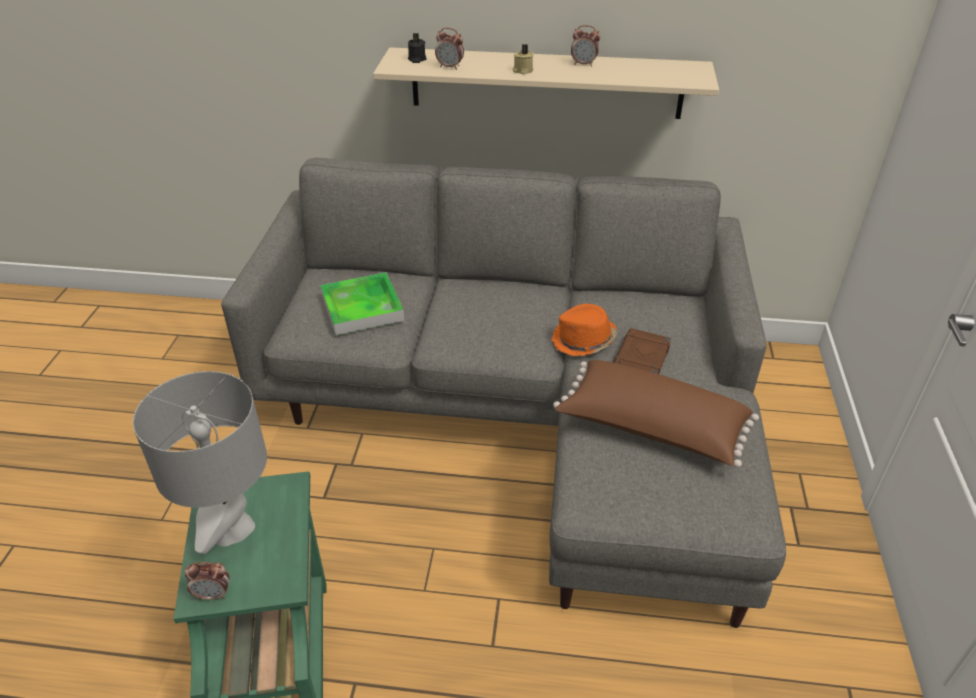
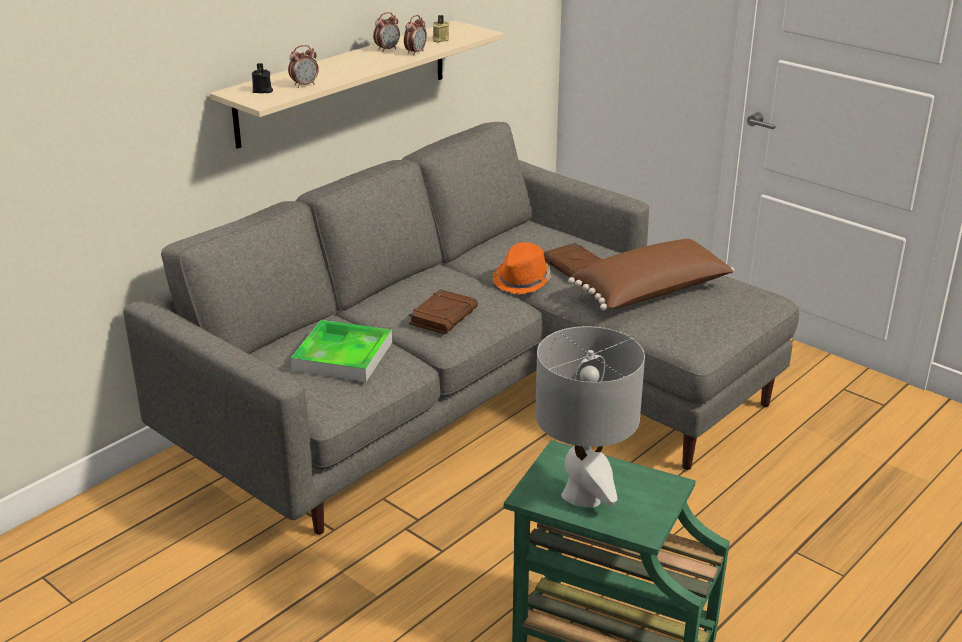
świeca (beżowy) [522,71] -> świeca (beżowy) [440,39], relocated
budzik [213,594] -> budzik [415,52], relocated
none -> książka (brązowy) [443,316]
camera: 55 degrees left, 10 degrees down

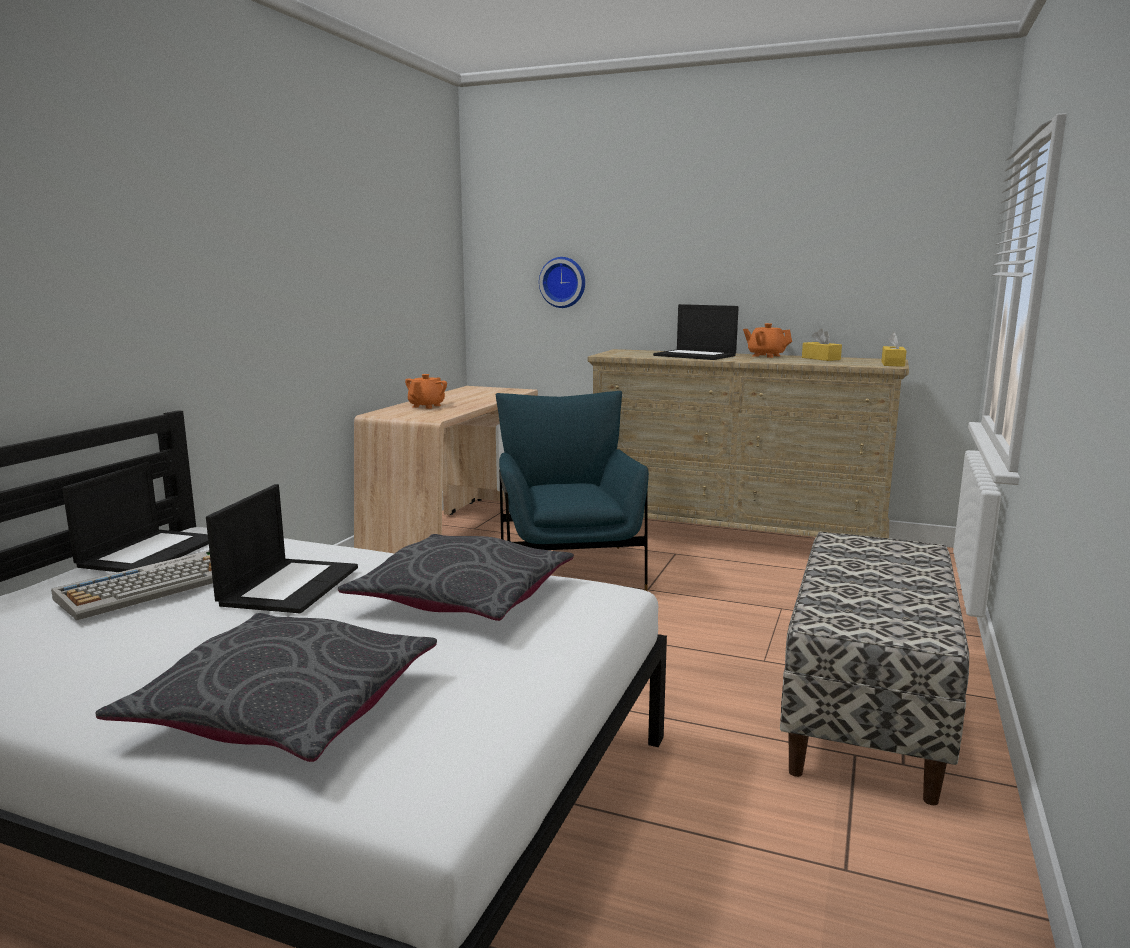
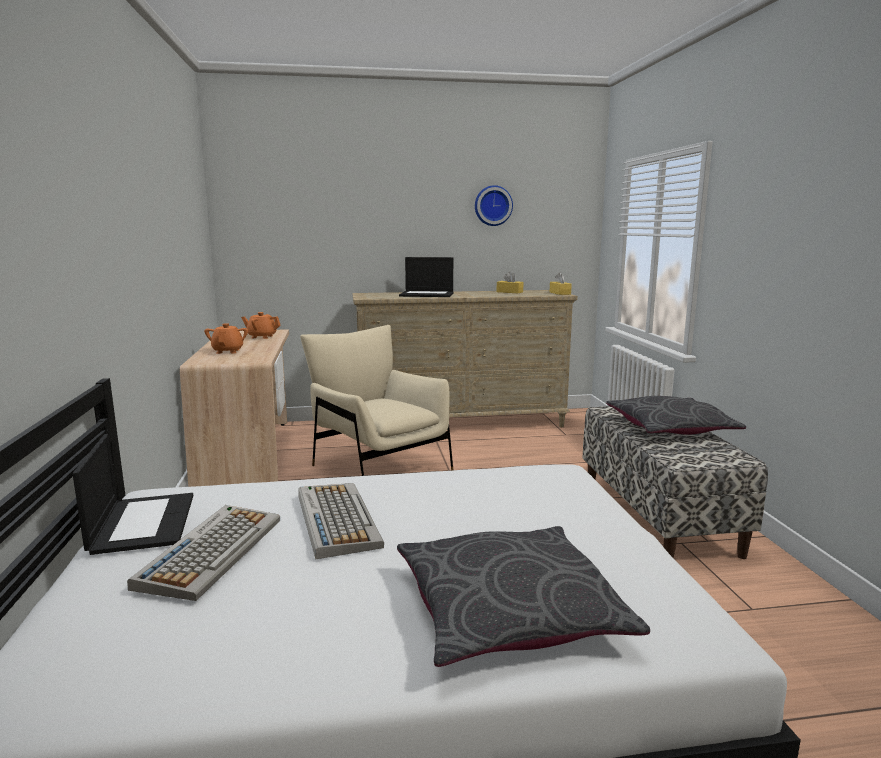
zegar ścienny [563,282] -> zegar ścienny [493,205], relocated
imbryk (pomarańczowy) [766,356] -> imbryk (pomarańczowy) [262,337], relocated
fotel (niebieski) [568,570] -> fotel (beżowy) [379,468]
laptop [289,585] -> klawiatura [336,519]
poduszka (szary) [462,597] -> poduszka (szary) [670,428], relocated
camera: 30 degrees left, 0 degrees up

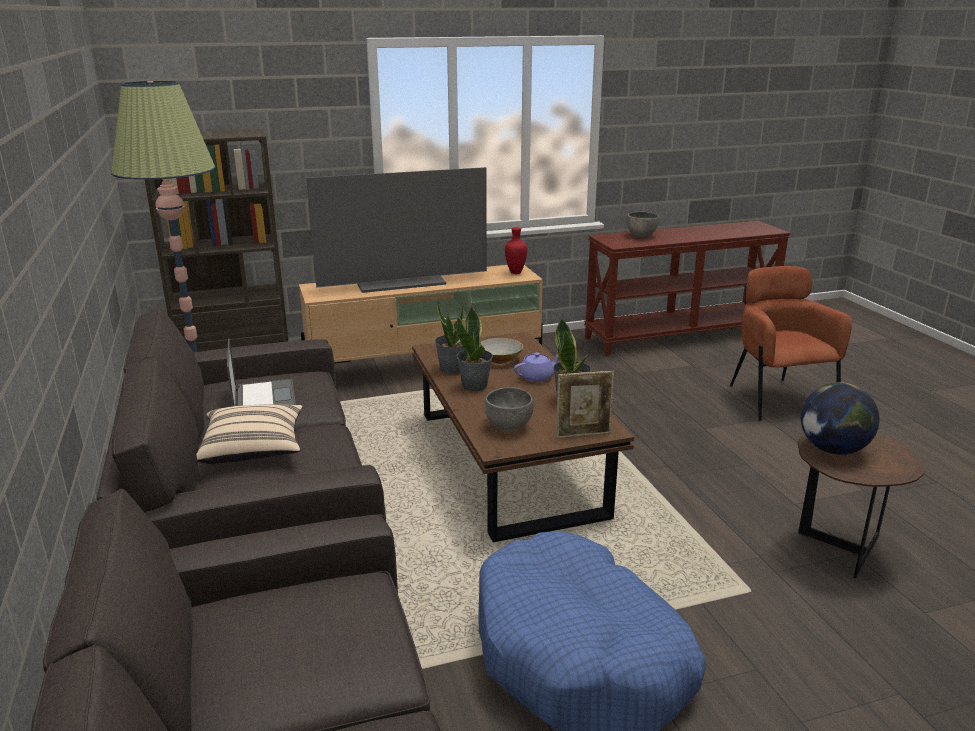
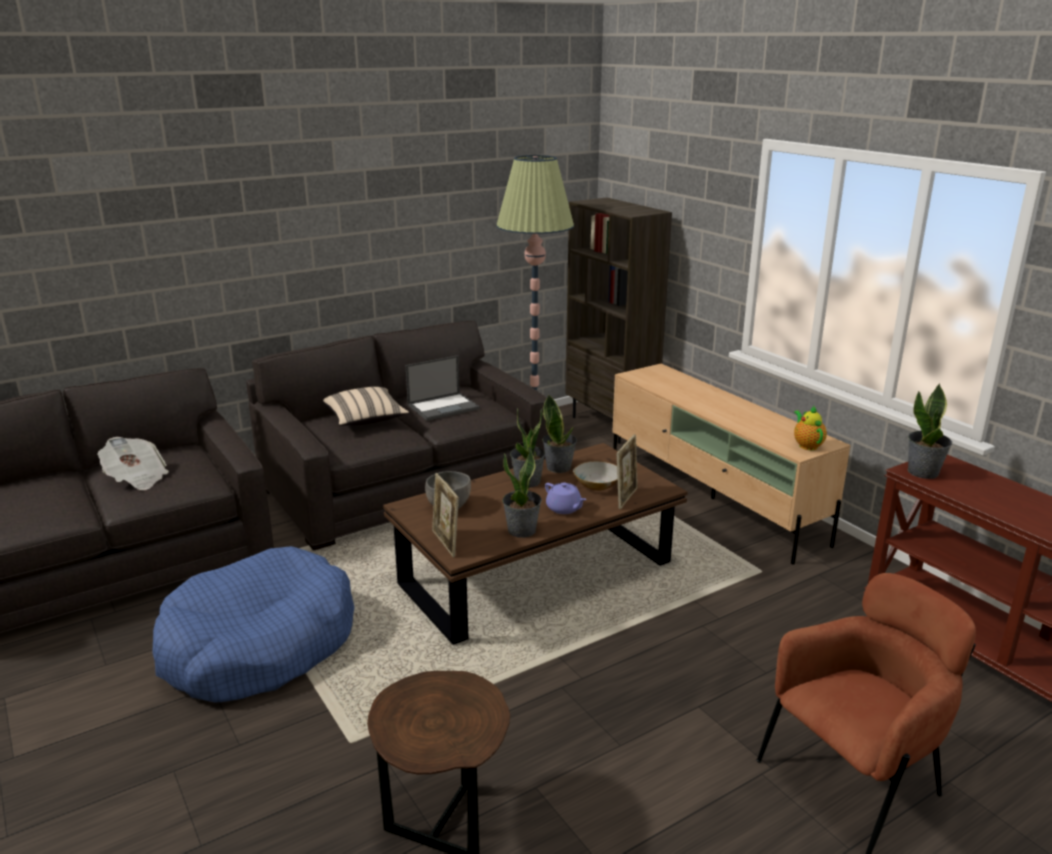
telewizor [401,282] -> none
miska (szary) [641,236] -> none
wazon (czerwony) [516,272] -> imbryk [807,445]
globus [833,450] -> none
none -> roślina doniczkowa [923,472]
none -> ramka na zdjęcie [626,498]
none -> gazeta [136,478]
camera: 75 degrees right, 0 degrees up

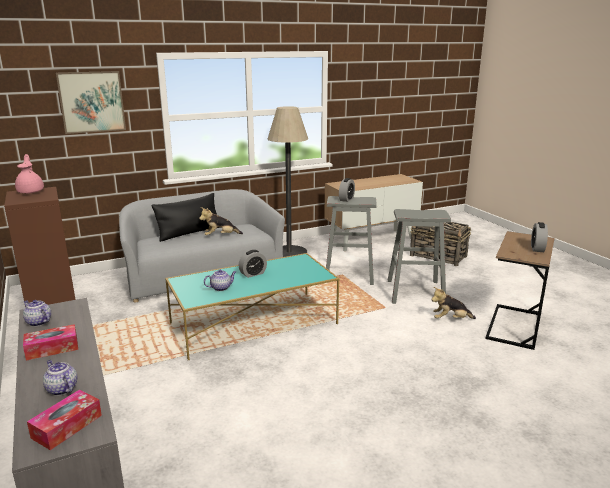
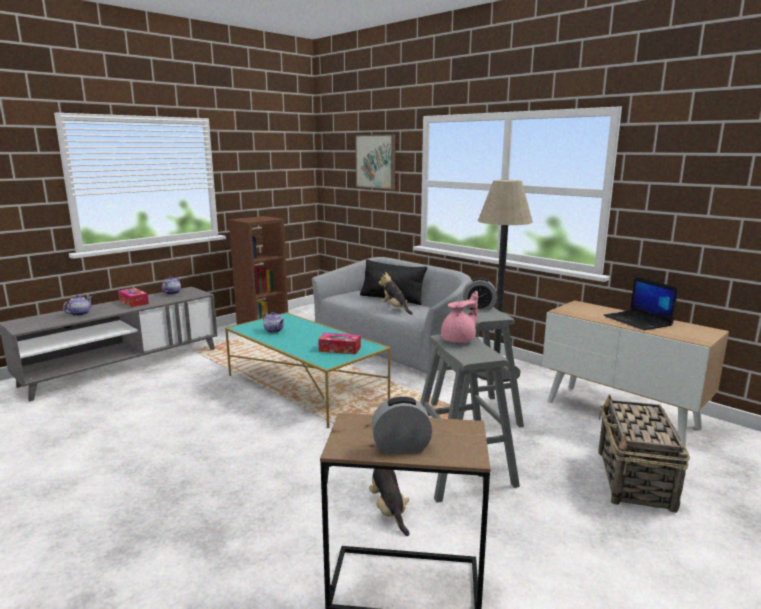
imbryk (różowy) [31,191] -> imbryk (różowy) [459,340], relocated
budzik [253,274] -> none
pudełko chusteczek [67,426] -> pudełko chusteczek [339,349], relocated
none -> laptop [638,321]
camera: 70 degrees right, 5 degrees down

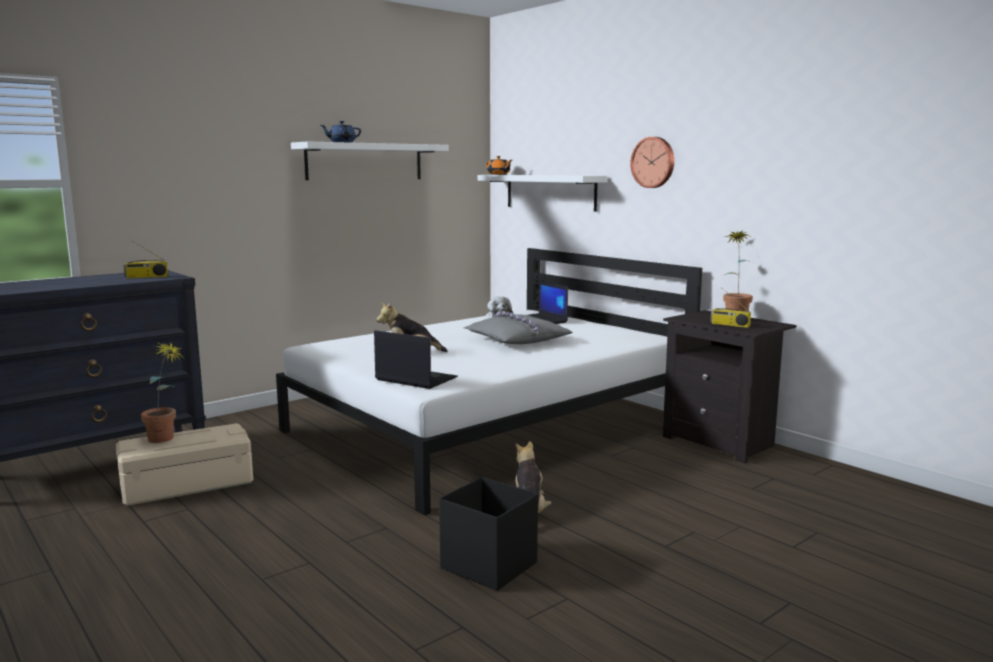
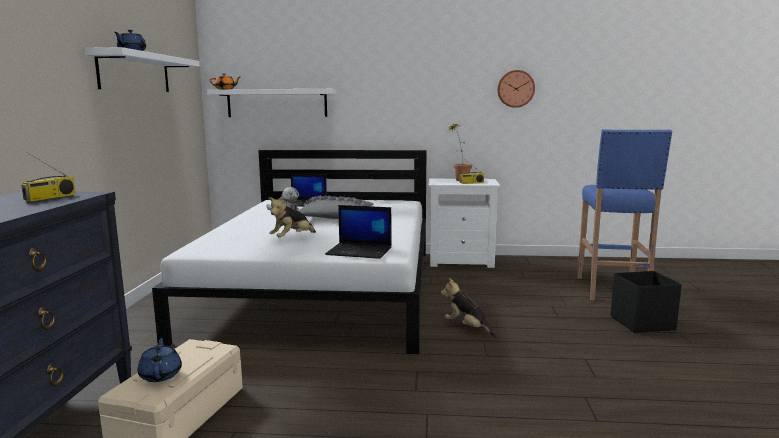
zegar ścienny [653,162] -> zegar ścienny [515,89], relocated
szafka nocna (czarny) [721,442] -> szafka nocna (biały) [461,261]
laptop [415,379] -> laptop [360,251], 150 degrees counterclockwise
roślina doniczkowa [166,440] -> imbryk (niebieski) [161,375]
pojemnik do przechowywania (czarny) [488,565] -> pojemnik do przechowywania (czarny) [641,323], relocated
none -> stołek (niebieski) [612,290]
camera: 45 degrees left, 0 degrees up

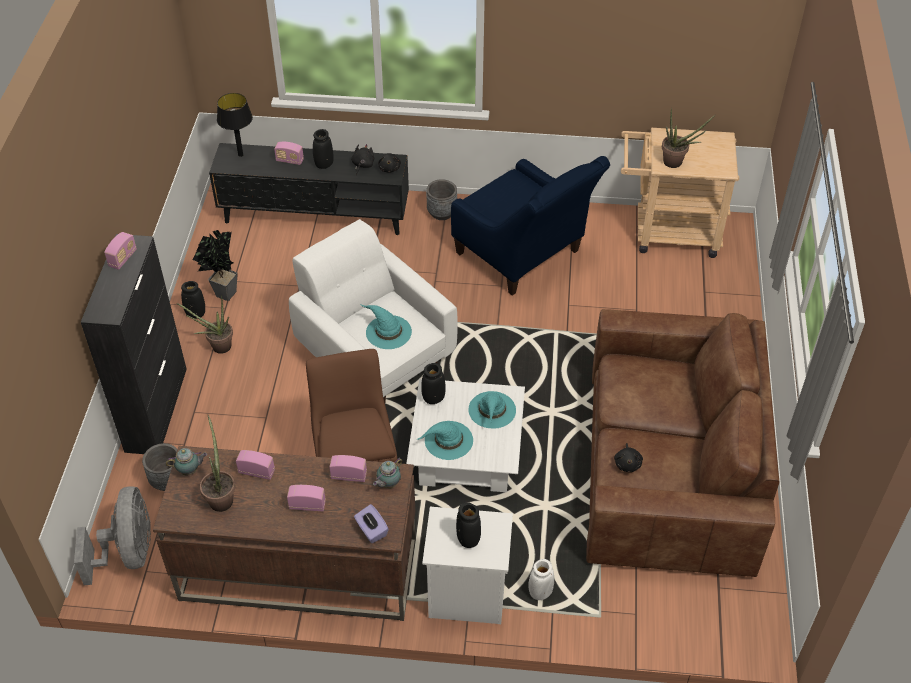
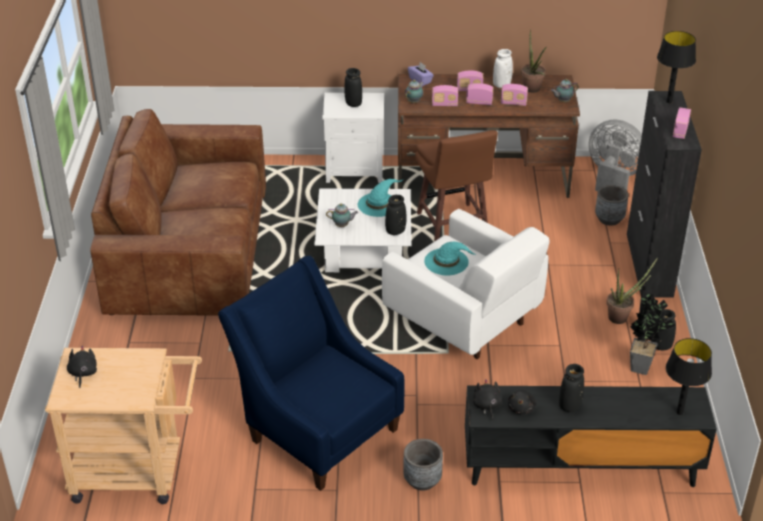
roślina doniczkowa [677,163] -> none
radio [289,160] -> radio [479,102], relocated
kapelusz (turkusowy) [492,410] -> imbryk [342,225]
pluszak (czarny) [627,463] -> pluszak (czarny) [82,373], relocated
wentylator (szary) [129,553] -> wentylator (szary) [613,178], 135 degrees clockwise
wazon (biały) [540,592] -> wazon (biały) [501,85], relocated
none -> lampa stołowa (czarny) [669,102]
camera: 175 degrees right, 10 degrees down

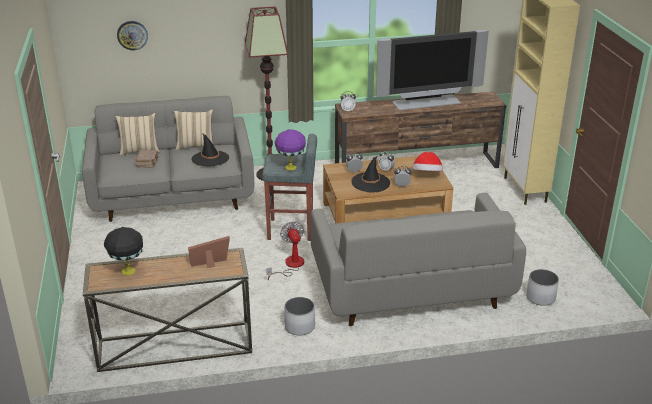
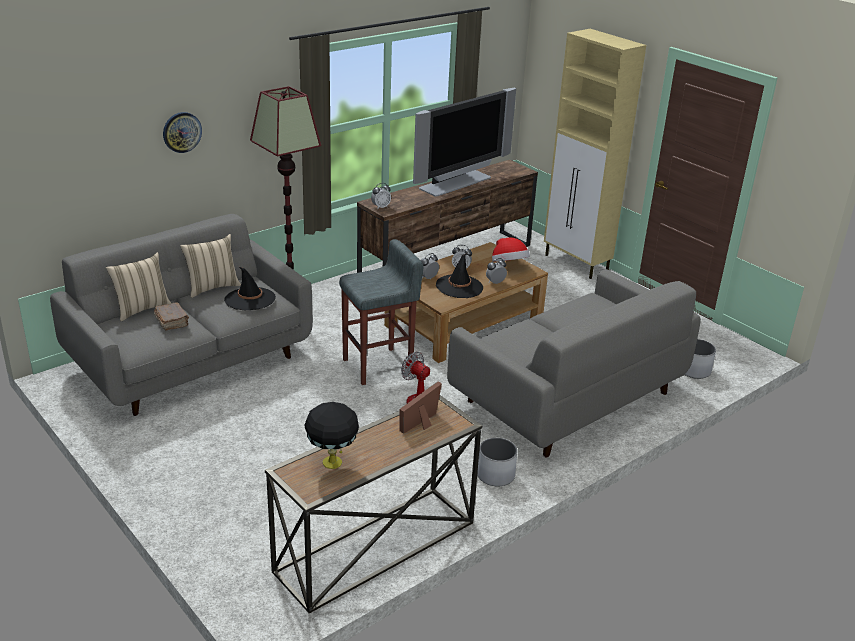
zegar ścienny [132,35] -> zegar ścienny [182,132], relocated
lampa stołowa (fioletowy) [291,167] -> none
camera: 30 degrees left, 0 degrees up

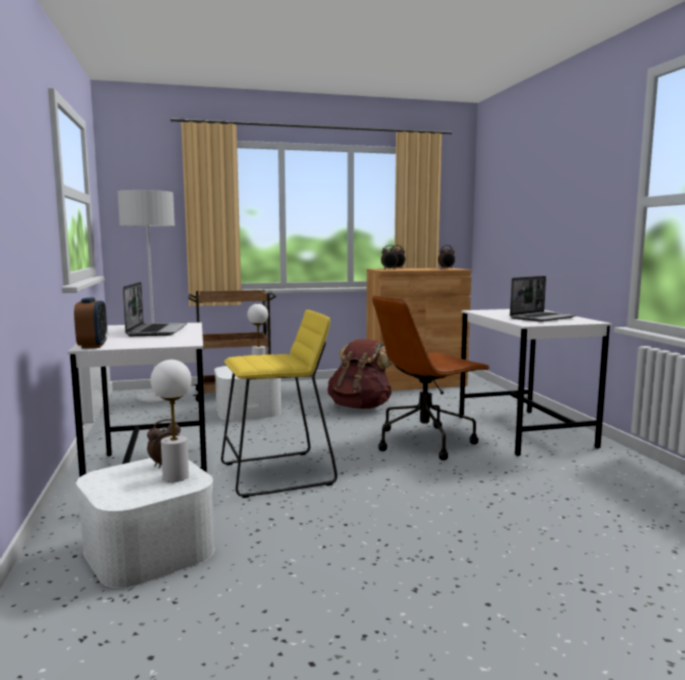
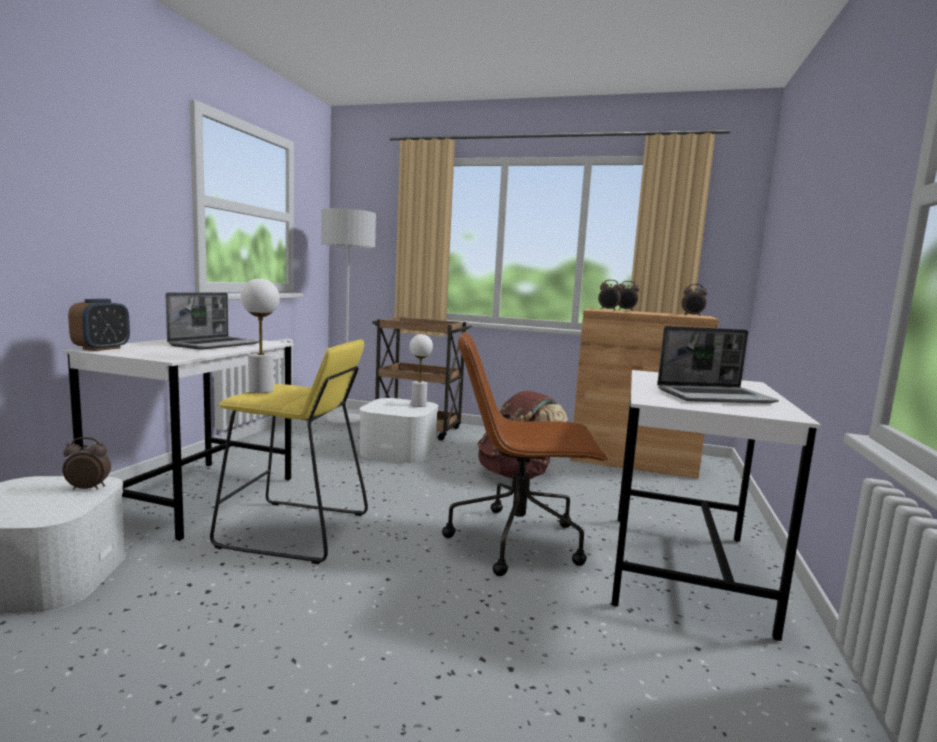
lampa stołowa (biały) [176,477] -> lampa stołowa (biały) [261,390], relocated
camera: 30 degrees right, 0 degrees up

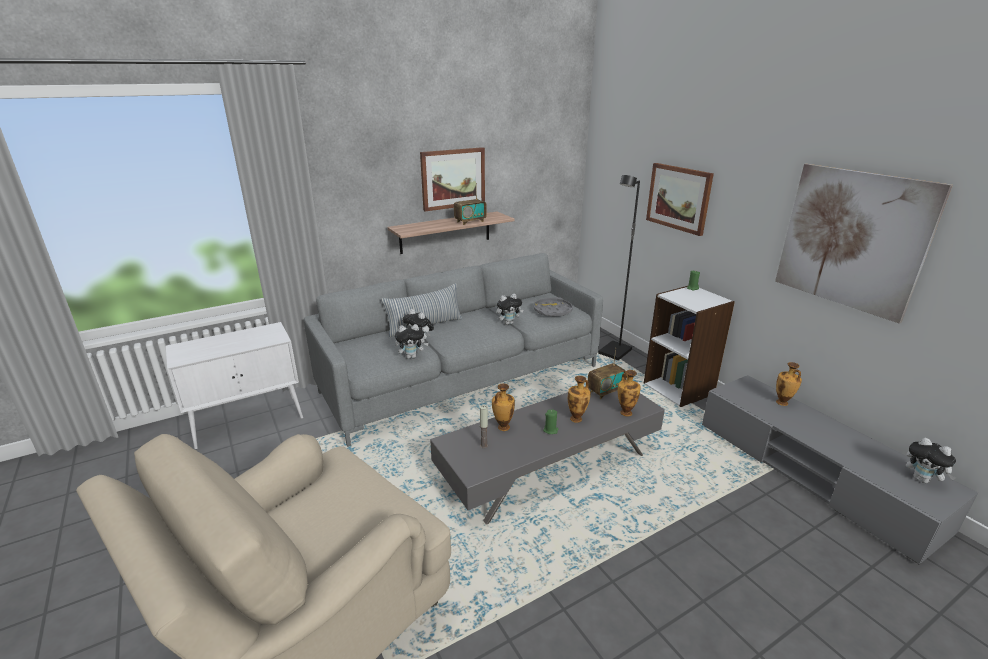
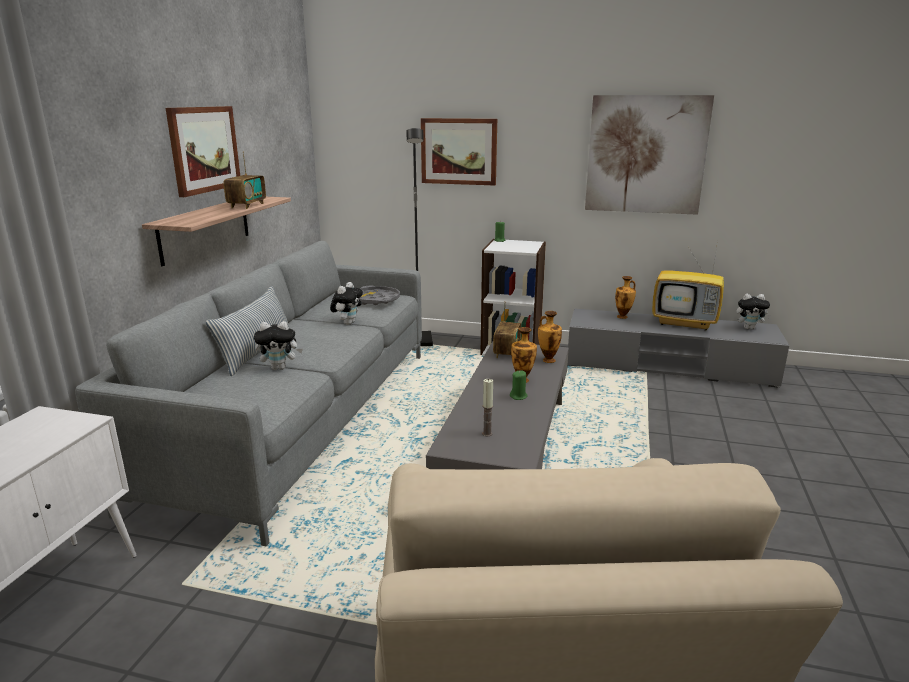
pluszak [412,356] -> none
wazon [502,427] -> none
none -> telewizor [686,323]
camera: 45 degrees left, 5 degrees down

